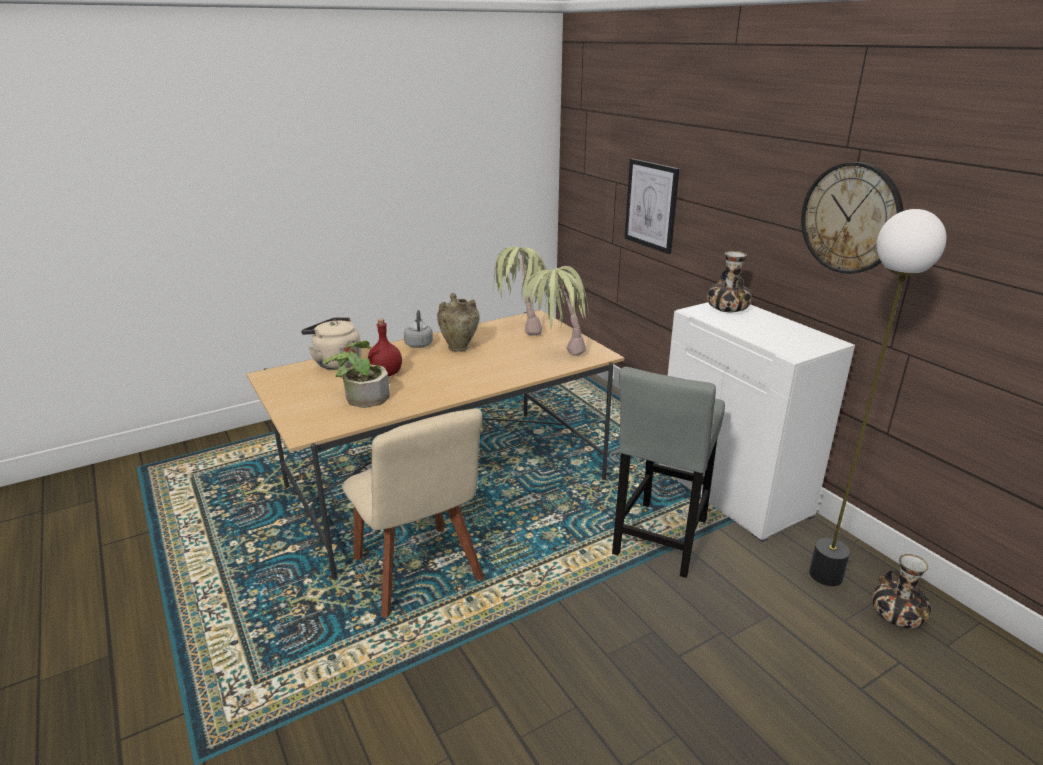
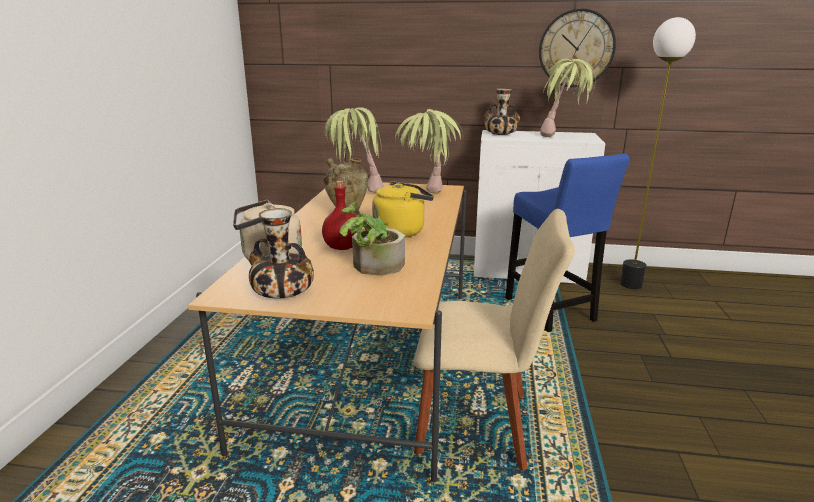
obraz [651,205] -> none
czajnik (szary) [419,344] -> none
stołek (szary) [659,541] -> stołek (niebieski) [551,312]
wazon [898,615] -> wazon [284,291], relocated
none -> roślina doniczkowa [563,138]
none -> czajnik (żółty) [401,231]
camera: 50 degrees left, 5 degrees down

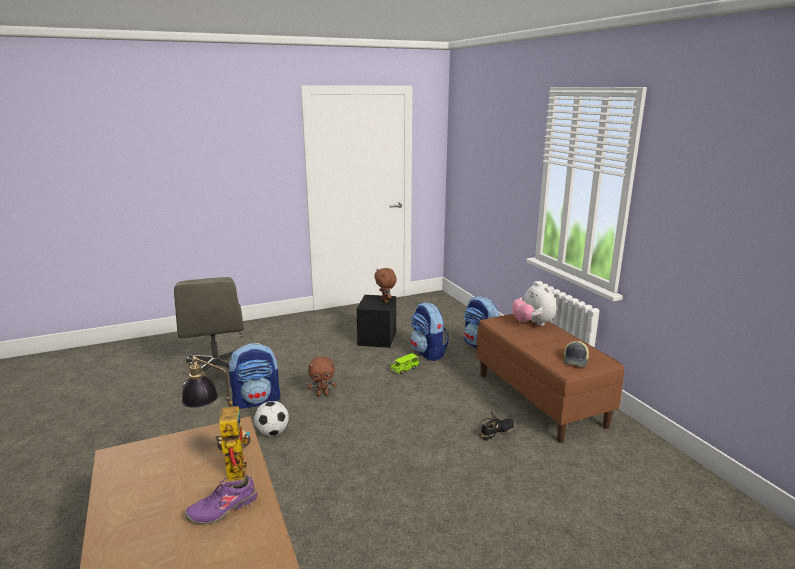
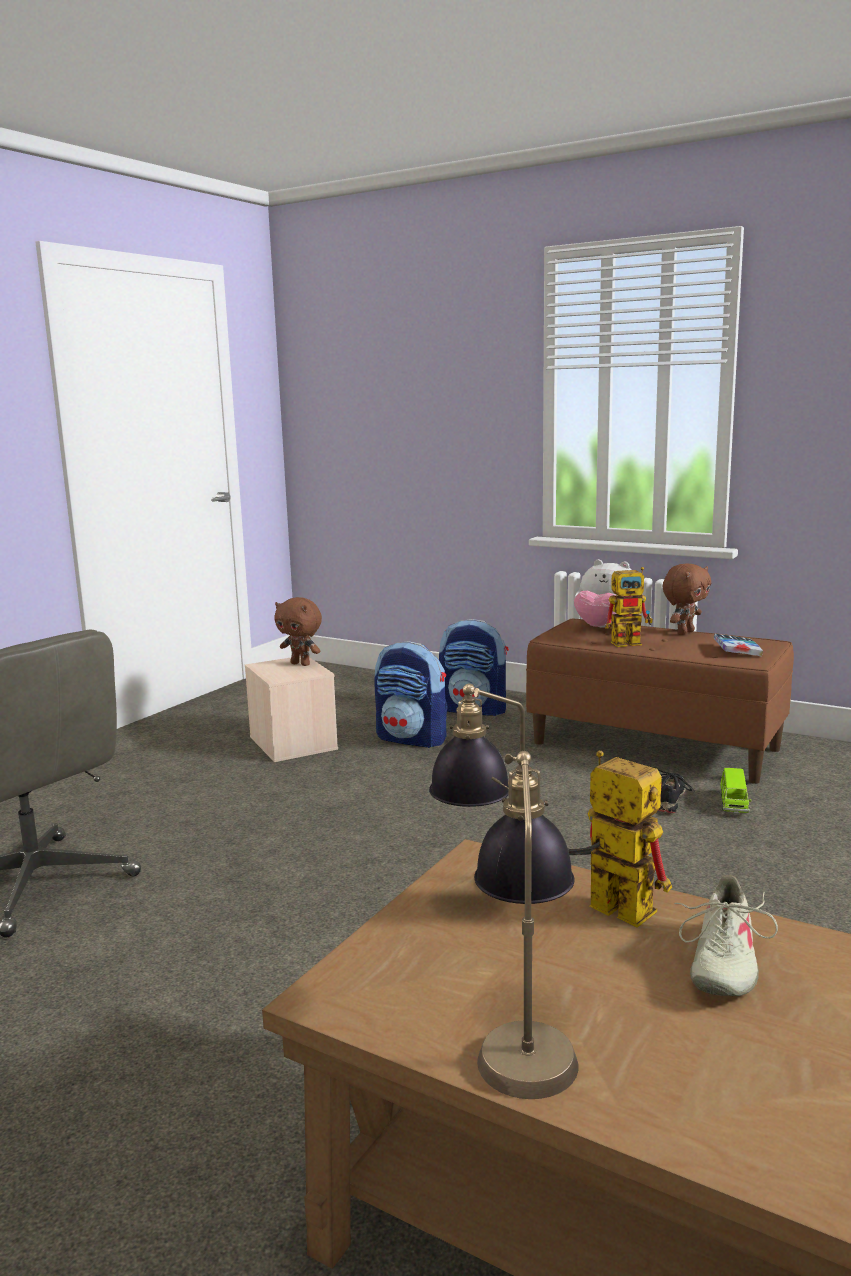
pojemnik do przechowywania (czarny) [376,337] -> pojemnik do przechowywania (beżowy) [291,743]
czapka z daszkiem [576,360] -> książka [737,650]
plecak [257,400] -> none
samochodzik (zielony) [404,369] -> samochodzik (zielony) [733,804], relocated
pluszak (brązowy) [322,394] -> pluszak (brązowy) [684,632], relocated
piłka futbolowa [272,432] -> none
but (fioletowy) [223,509] -> but (beżowy) [722,962]
none -> robot zabawkowy [631,642]
none -> lampa stołowa [525,1033]
camera: 35 degrees left, 5 degrees down

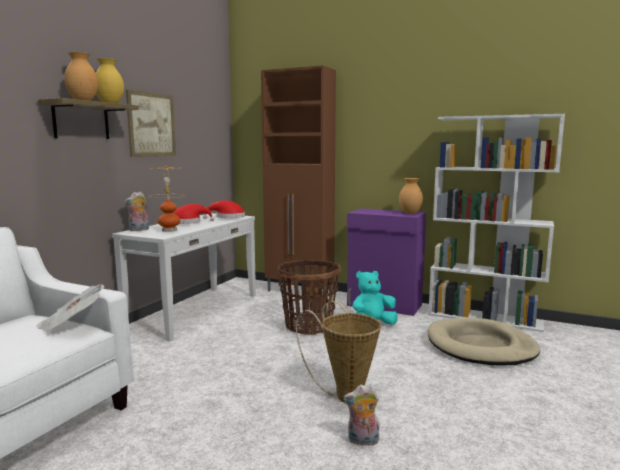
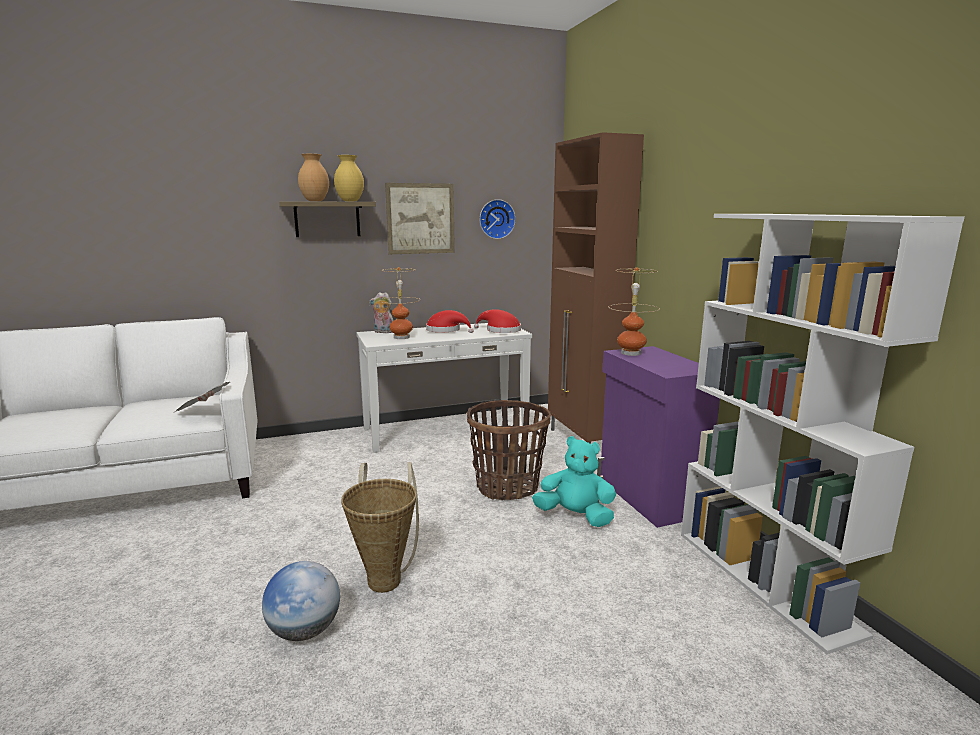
wazon (brązowy) [410,213] -> none
legowisko (beżowy) [481,346] -> none
pluszak [362,441] -> globus [305,630]
none -> zegar ścienny [496,219]
none -> lampa stołowa [630,353]
camera: 45 degrees right, 5 degrees up

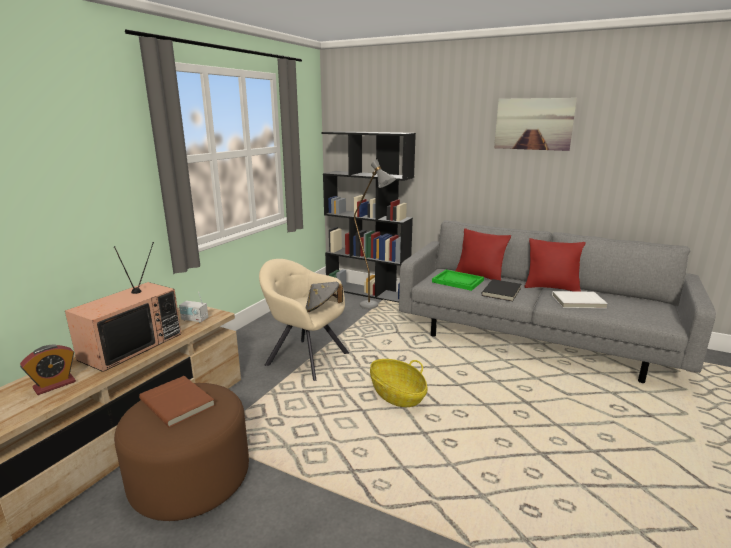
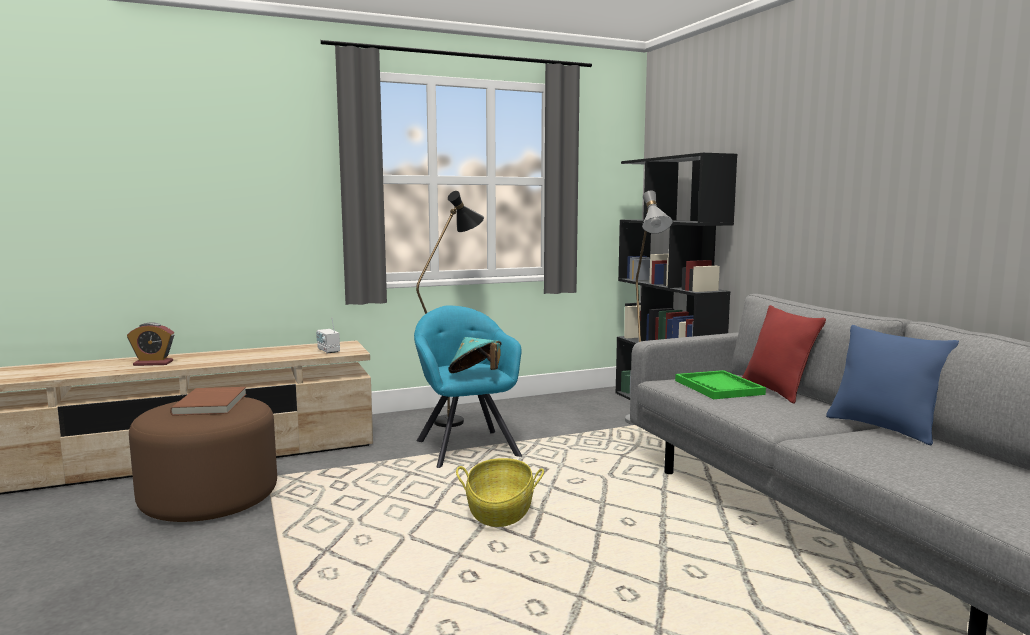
obraz [533,124] -> none
poduszka (czerwony) [551,288] -> poduszka (niebieski) [883,428]
telewizor [131,345] -> none
fotel (beżowy) [305,358] -> fotel (turkusowy) [466,447]
książka (czarny) [502,292] -> none
kapelusz (szary) [322,309] -> kapelusz (turkusowy) [475,375]
książka (biały) [578,302] -> none
none -> lampa stojąca (czarny) [457,419]
camera: 40 degrees right, 10 degrees down

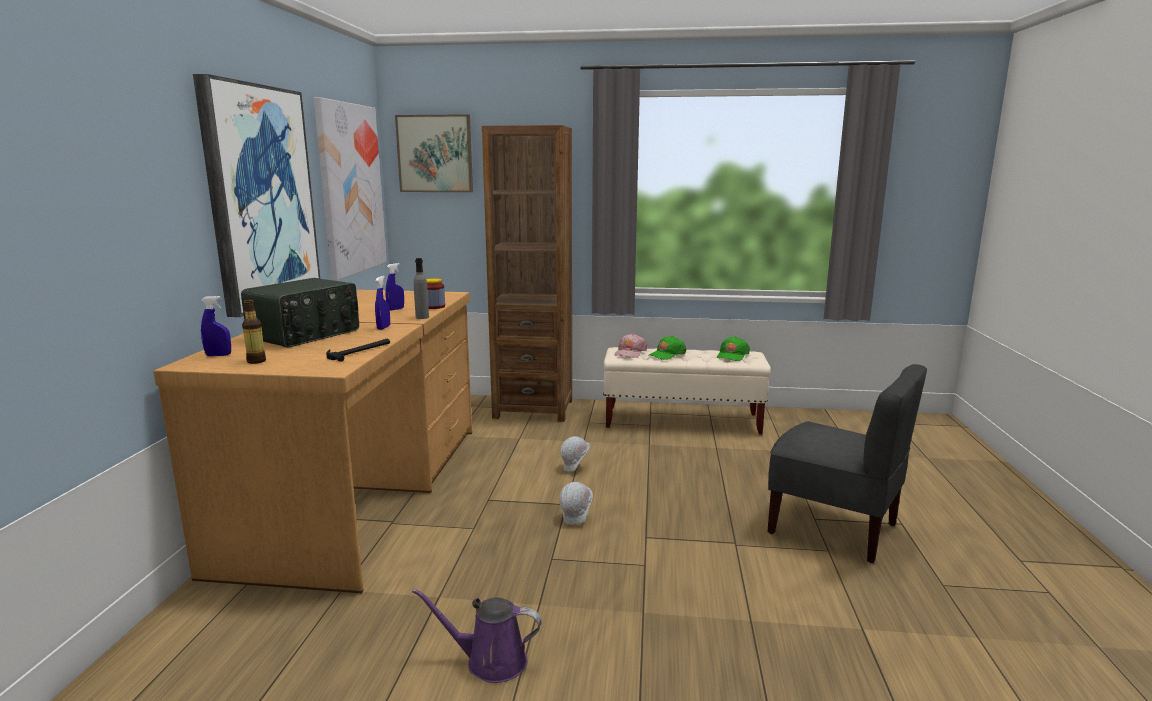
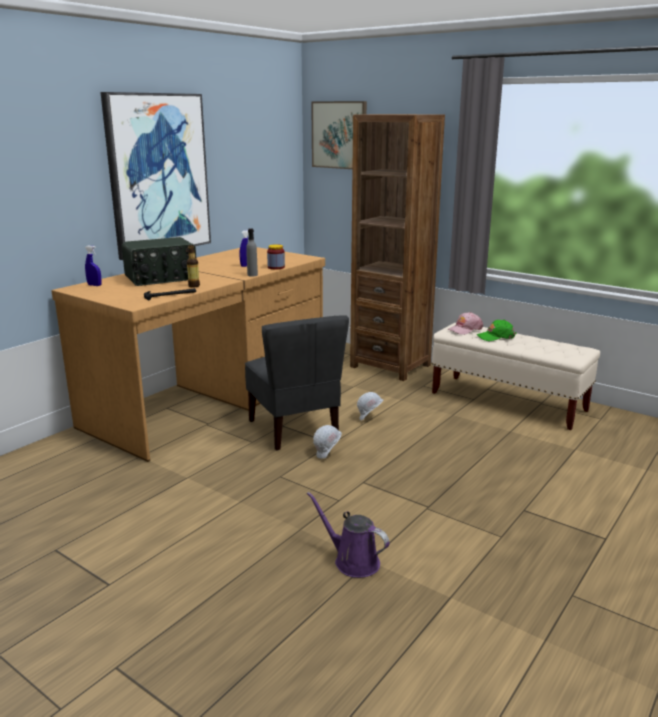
obraz [350,189] -> none
spryskiwacz (niebieski) [383,328] -> none
butelka [256,361] -> butelka [194,286], relocated
czapka z daszkiem (zielony) [732,356] -> none
krzesło (szary) [833,528] -> krzesło (szary) [295,429], relocated
konewka (fioletowy) [490,661] -> konewka (fioletowy) [353,561], relocated
camera: 30 degrees right, 5 degrees up

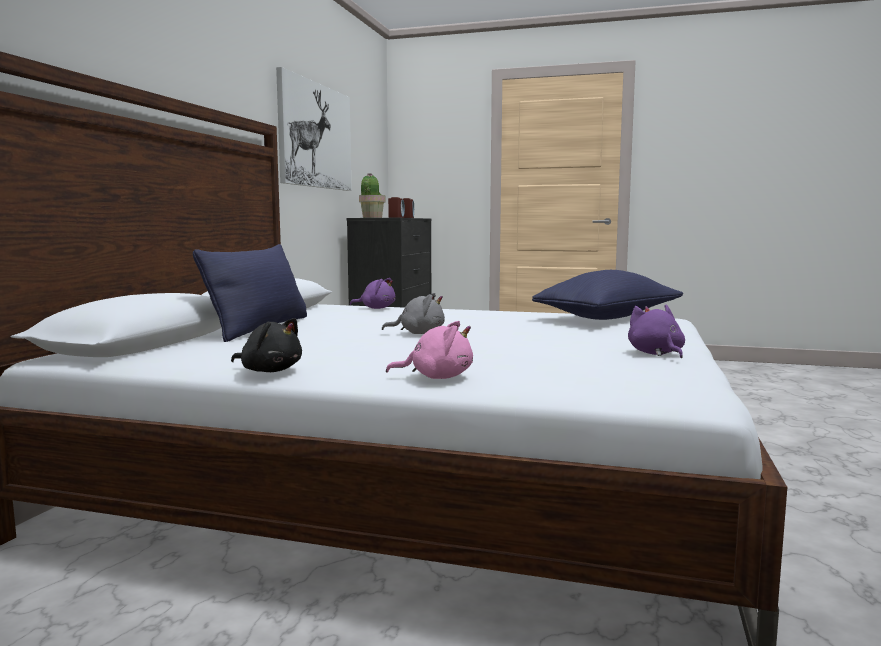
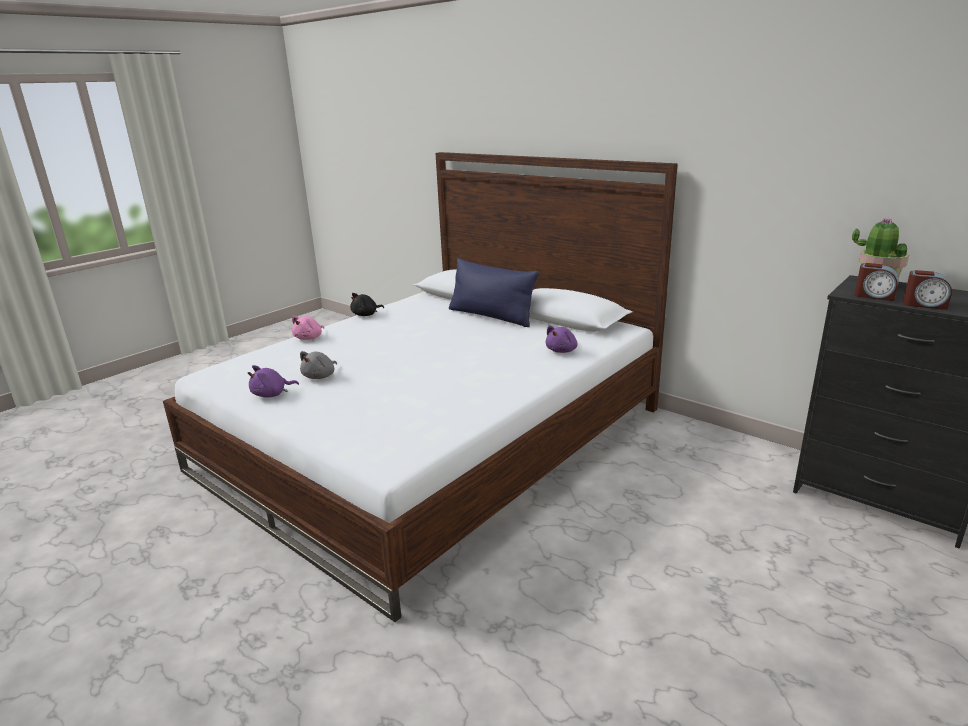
obraz [315,136] -> none
poduszka (niebieski) [608,318] -> none
pluszak (szary) [418,333] -> pluszak (szary) [320,376], relocated
pluszak (fioletowy) [656,354] -> pluszak (fioletowy) [272,394], 135 degrees clockwise
camera: 115 degrees right, 15 degrees up

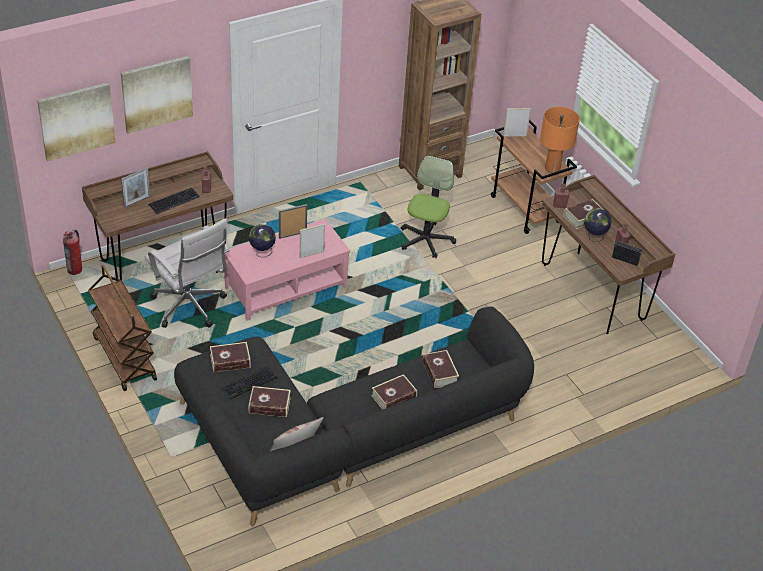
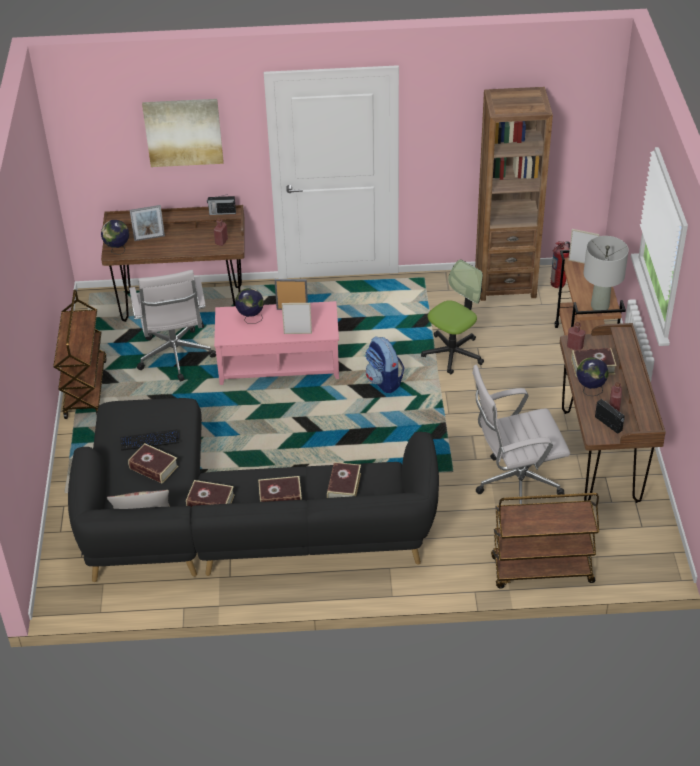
obraz [76,120] -> none
lampa stołowa (pomarańczowy) [552,168] -> lampa stołowa (szary) [599,306]
klawiatura [174,201] -> none
gaśnica [75,270] -> gaśnica [558,283], relocated
książka [230,361] -> książka [210,502], relocated
none -> radio [222,212]
none -> globus [118,251]
none -> plecak [384,381]
none -> krzesło biurowe (biały) [514,485]
none -> wózek (brązowy) [541,570]
camera: 30 degrees right, 0 degrees up

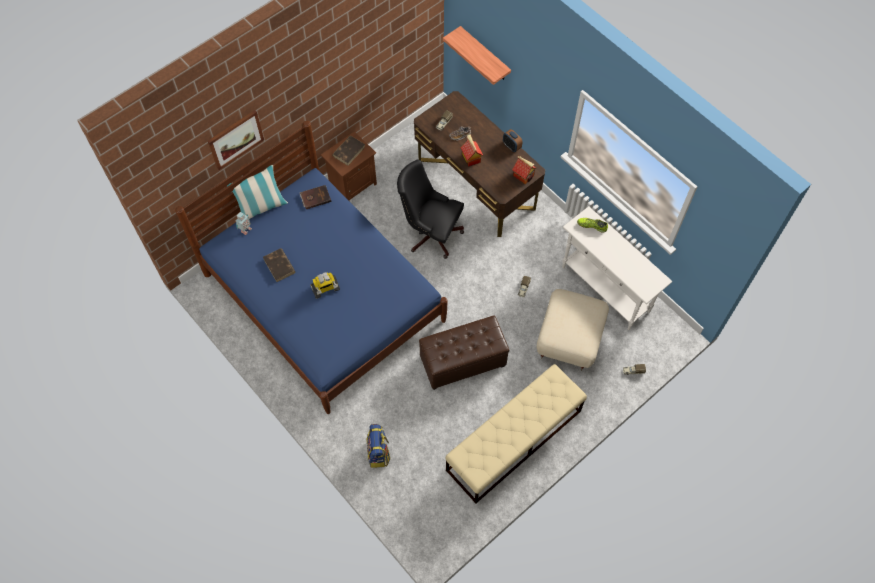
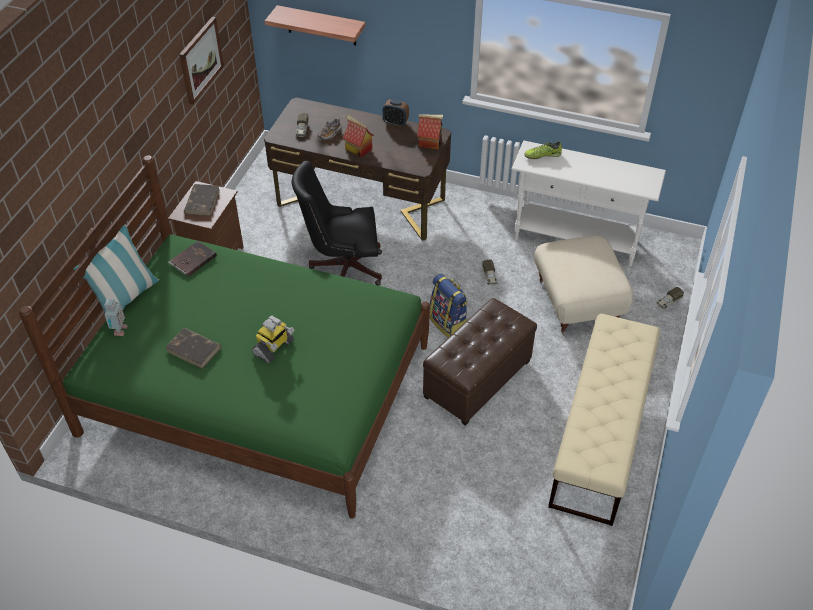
obraz [235,139] -> obraz [200,60], relocated
łóżko (niebieski) [324,297] -> łóżko (zielony) [257,389]
plecak [378,453] -> plecak [448,323], relocated
camera: 30 degrees left, 15 degrees down

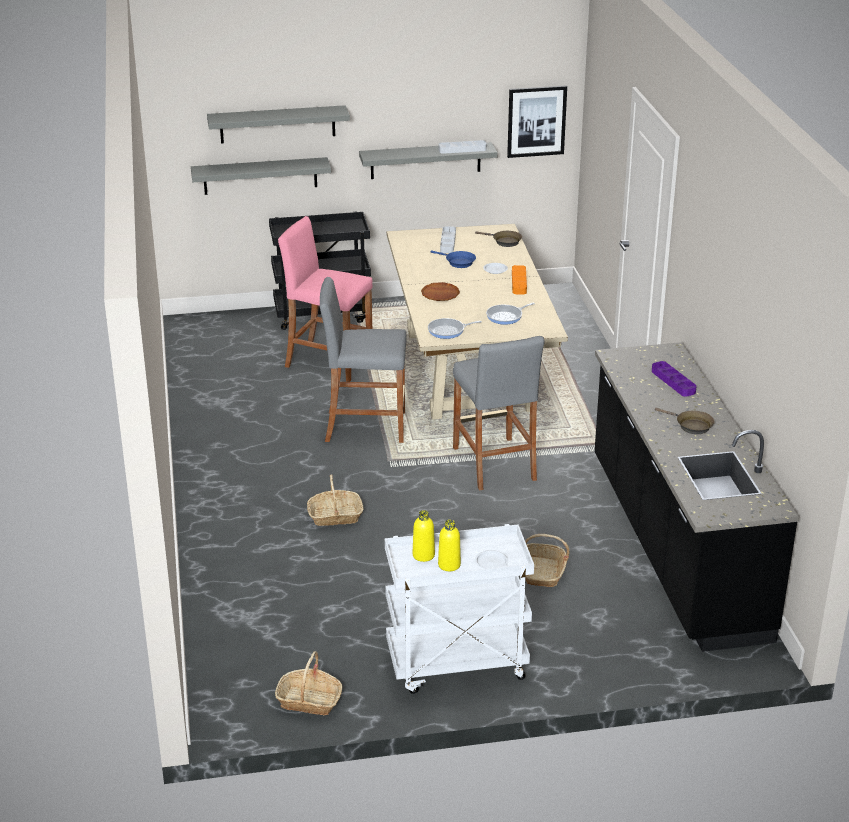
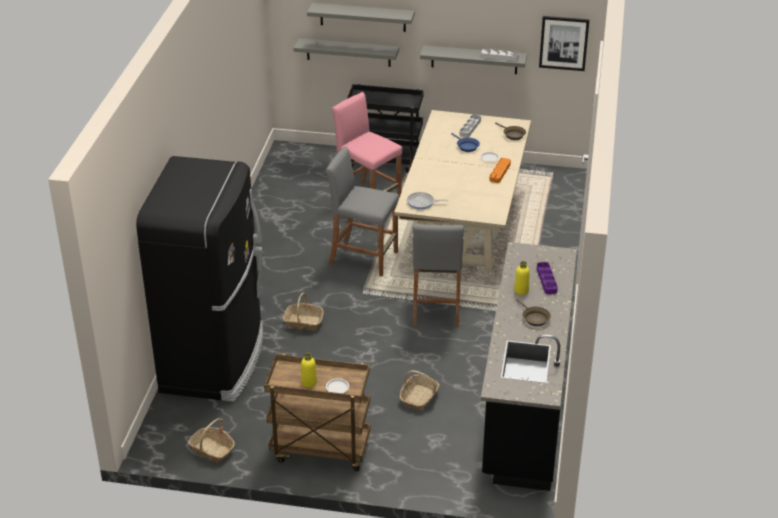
talerz (brązowy) [440,294] -> none
patelnia [506,316] -> none
butelka (żółty) [423,555] -> butelka (żółty) [521,290], relocated
wózek (biały) [456,665] -> wózek (brązowy) [319,450]
none -> lodówka (czarny) [215,360]
camera: 20 degrees right, 5 degrees up

